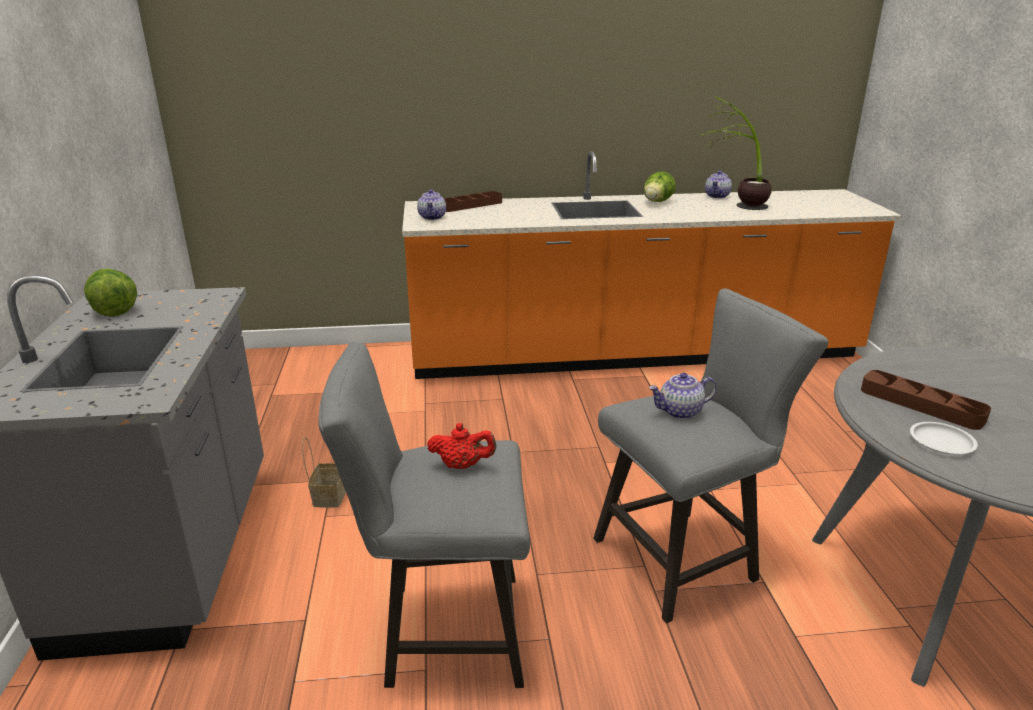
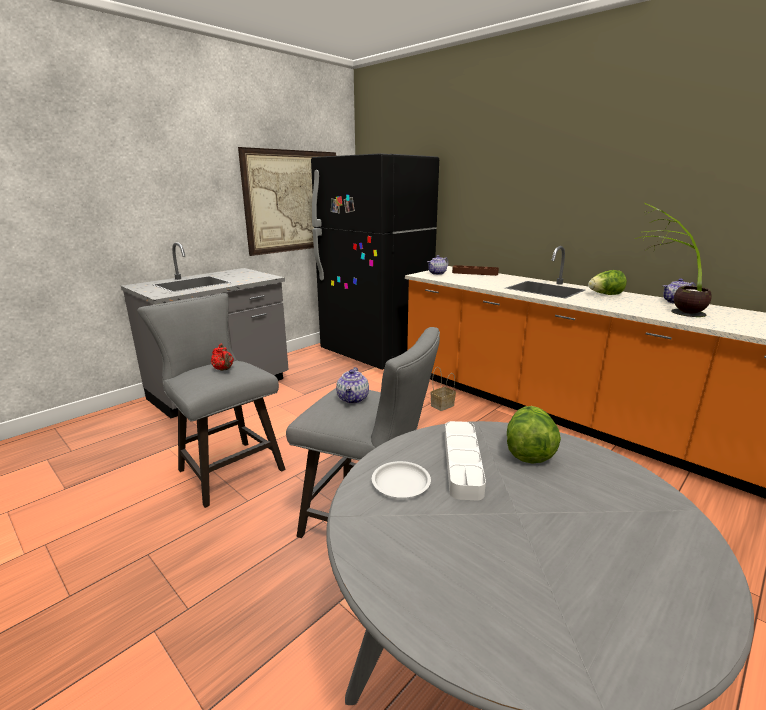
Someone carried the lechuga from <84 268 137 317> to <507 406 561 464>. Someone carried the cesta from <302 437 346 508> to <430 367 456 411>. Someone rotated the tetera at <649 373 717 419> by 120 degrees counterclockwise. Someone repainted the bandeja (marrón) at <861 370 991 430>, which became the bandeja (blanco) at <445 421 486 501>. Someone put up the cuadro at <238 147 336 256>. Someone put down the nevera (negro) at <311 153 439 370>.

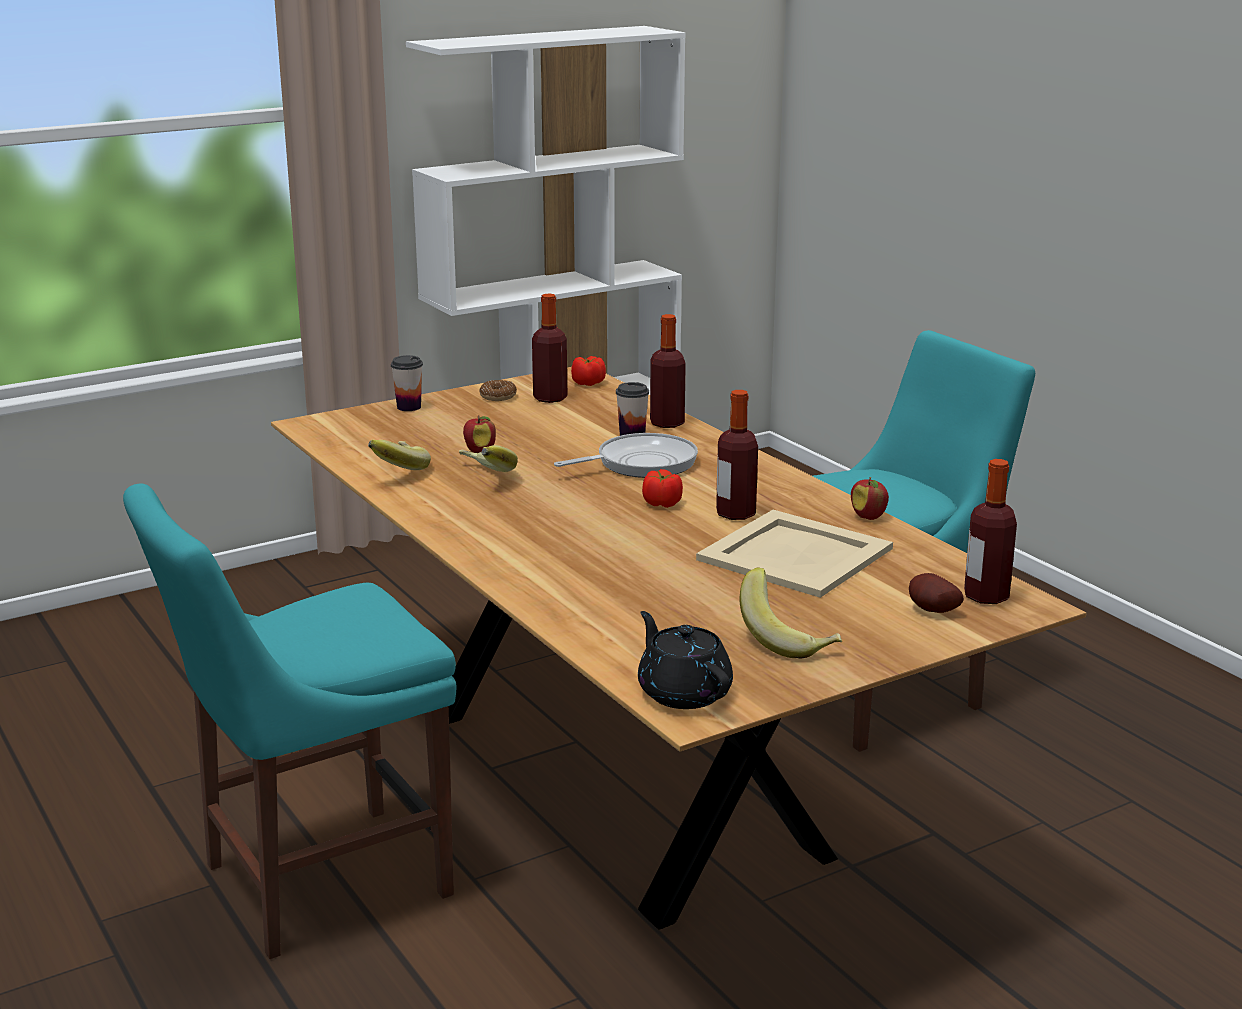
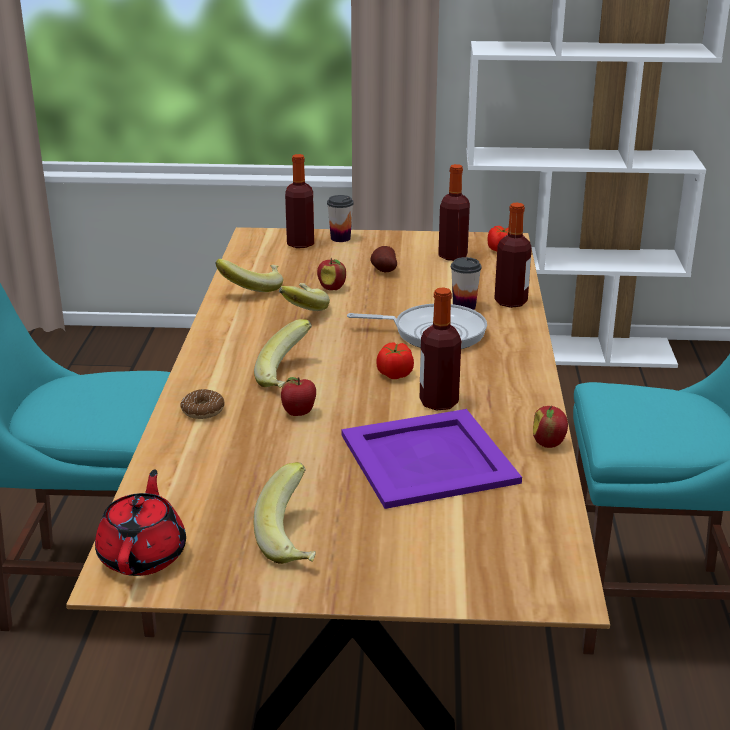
Someone carried the rosquilla from <479 380 517 401> to <180 389 225 419>. Someone repainted the tetera (negro) at <638 611 733 709>, which became the tetera (rojo) at <95 470 186 576>. Someone repainted the bandeja (beis) at <696 510 893 598>, which became the bandeja (morado) at <341 409 522 509>. Someone carried the patata from <909 573 964 613> to <370 246 397 272>. Someone carried the botella from <964 459 1017 604> to <285 154 314 248>. Someone put down the plátano at <254 319 312 388>. Someone put down the manzana at <281 377 316 416>.

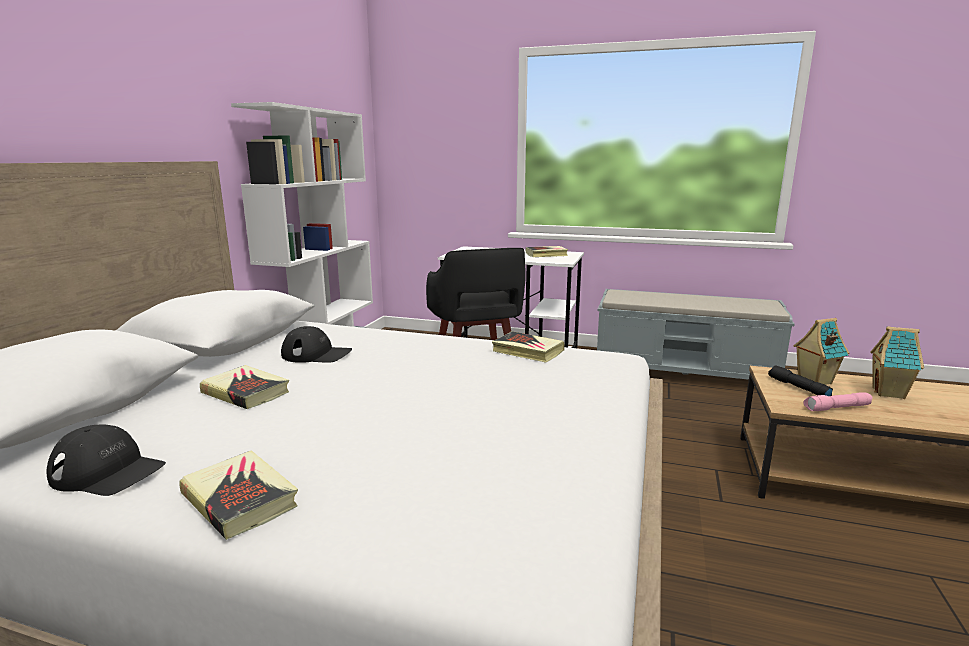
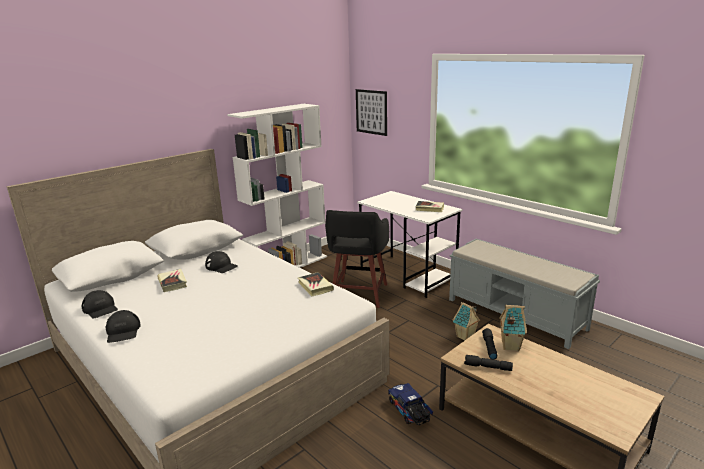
Someone swapped the libro at <179 450 298 540> for the gorra (negro) at <106 310 141 343>. Someone repainted the linterna (rosa) at <804 392 873 411>, which became the linterna (negro) at <464 355 513 371>. Someone carried the casita from <870 326 924 399> to <453 302 480 341>. Someone put up the cuadro at <356 89 387 136>. Someone put down the camión de juguete at <388 383 433 425>.

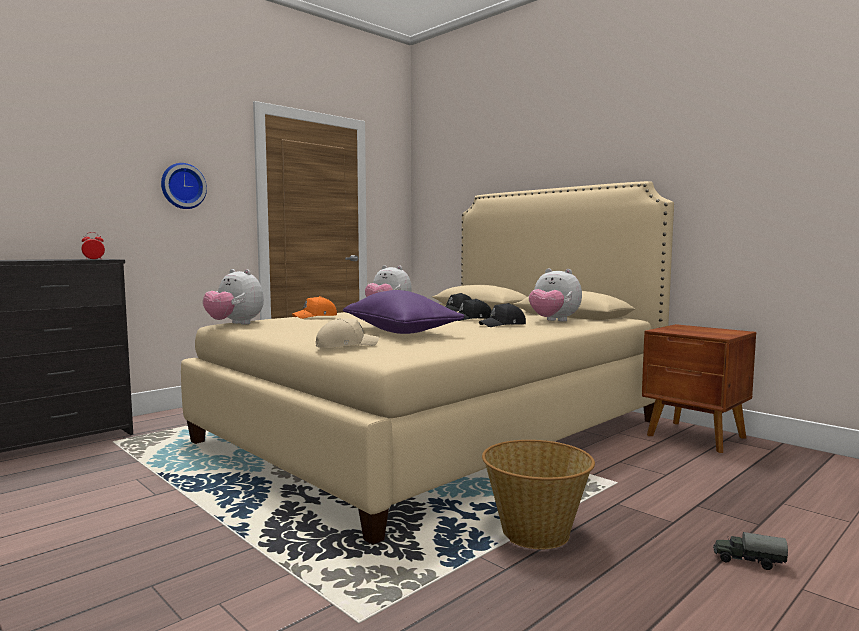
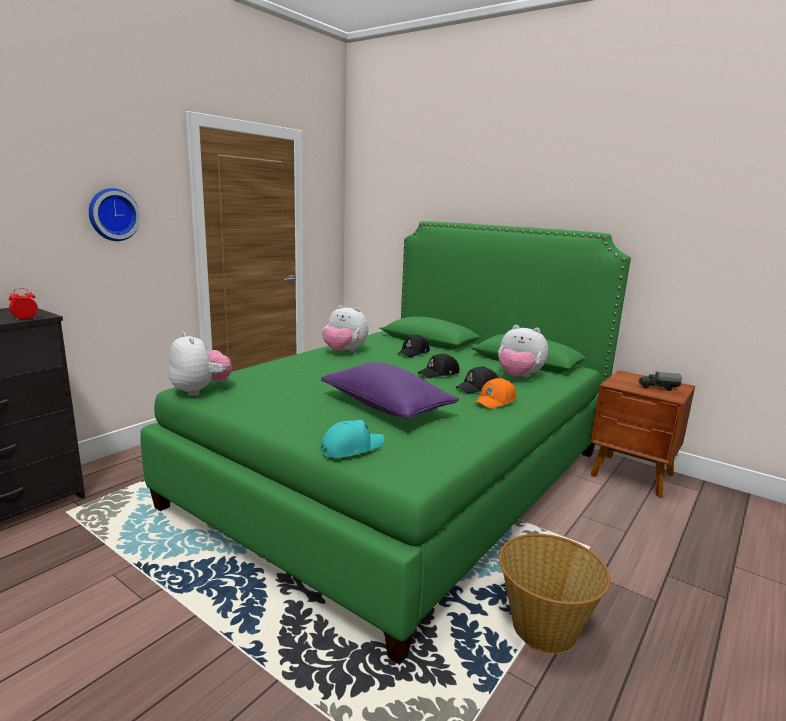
Someone repainted the cama (beis) at <181 181 674 545>, which became the cama (verde) at <140 221 631 665>. Someone rotated the peluche at <203 269 264 325> by 150 degrees counterclockwise. Someone carried the gorra (naranja) from <292 296 337 319> to <475 378 516 409>. Someone repainted the gorra (beis) at <316 318 379 348>, which became the gorra (turquesa) at <321 420 384 458>. Someone carried the camión de juguete from <713 532 788 570> to <638 372 682 391>.

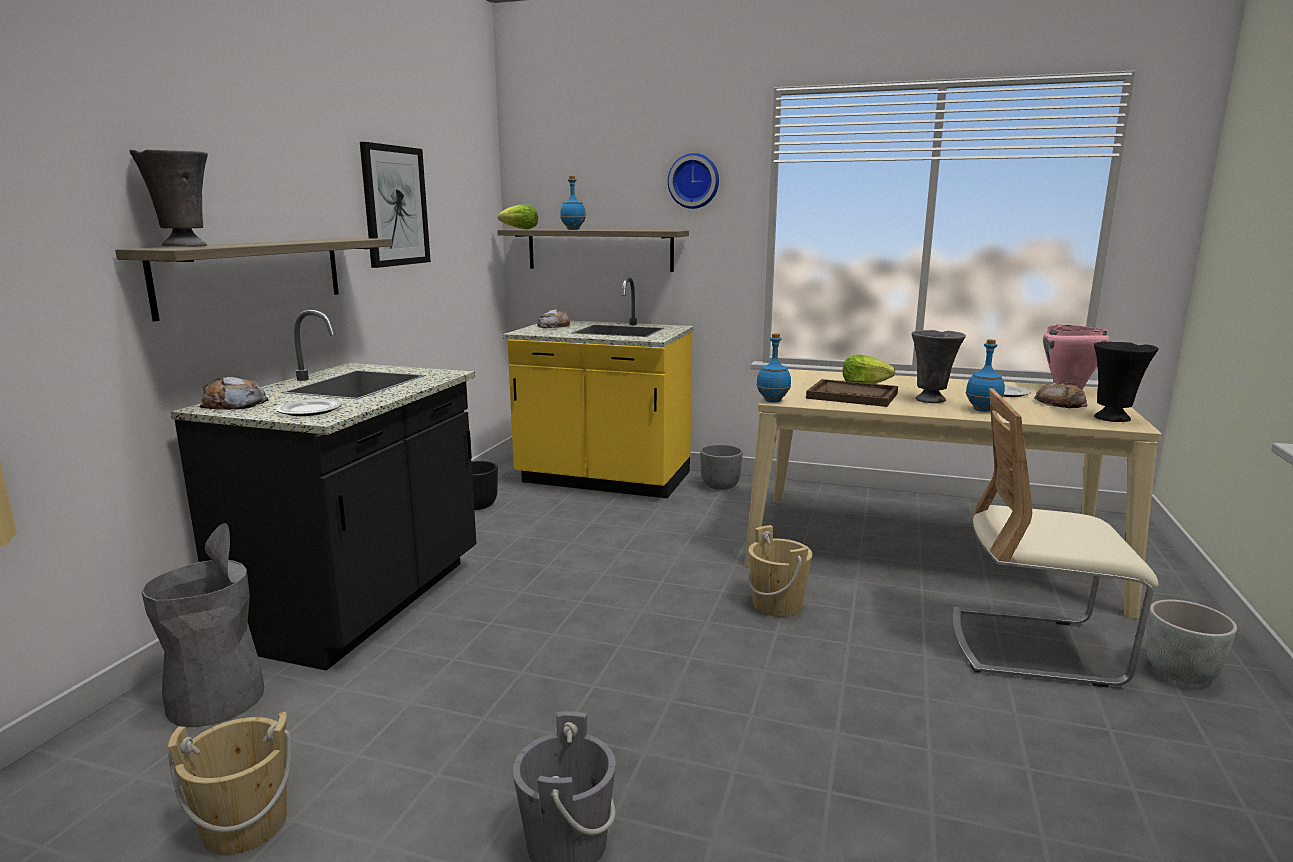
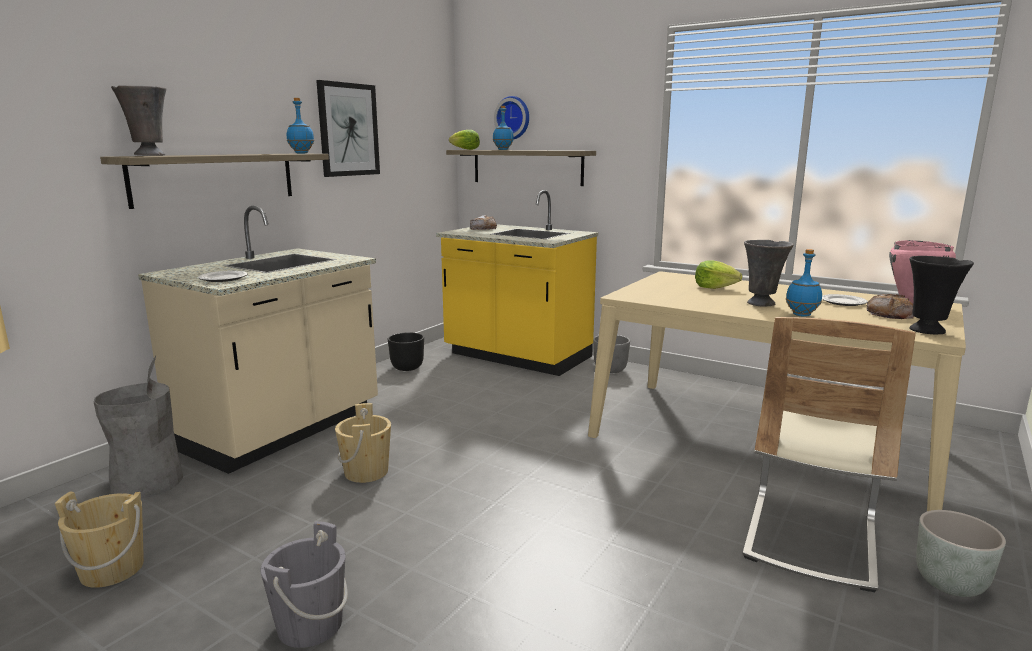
Someone repainted the mueble bajo de cocina (negro) at <171 310 477 671>, which became the mueble bajo de cocina (beis) at <138 206 378 474>. Someone took away the pan at <200 377 268 410>. Someone carried the reloj de pared from <668 153 719 209> to <494 96 529 139>. Someone carried the cubo (beis) from <748 525 812 617> to <335 403 391 483>. Someone carried the botella (azul) from <756 333 791 403> to <287 98 314 153>. Someone took away the bandeja (marrón) at <806 379 898 407>. Someone rotated the silla (beis) at <952 388 1159 687> by 90 degrees counterclockwise.

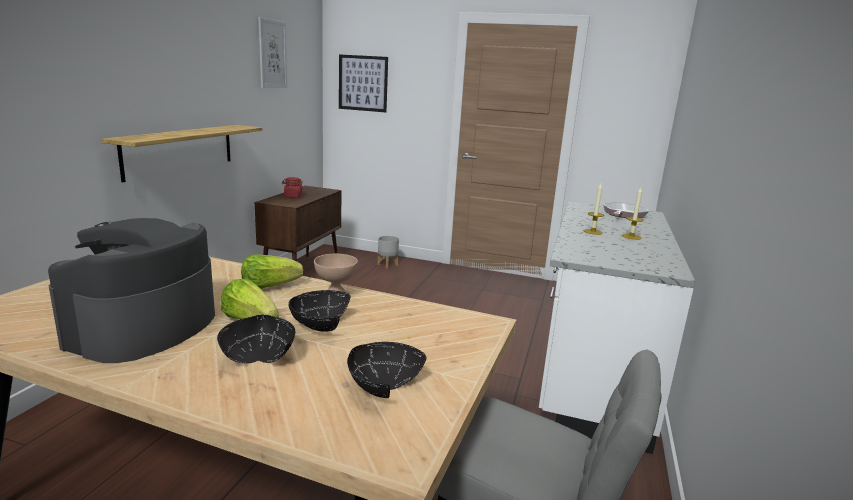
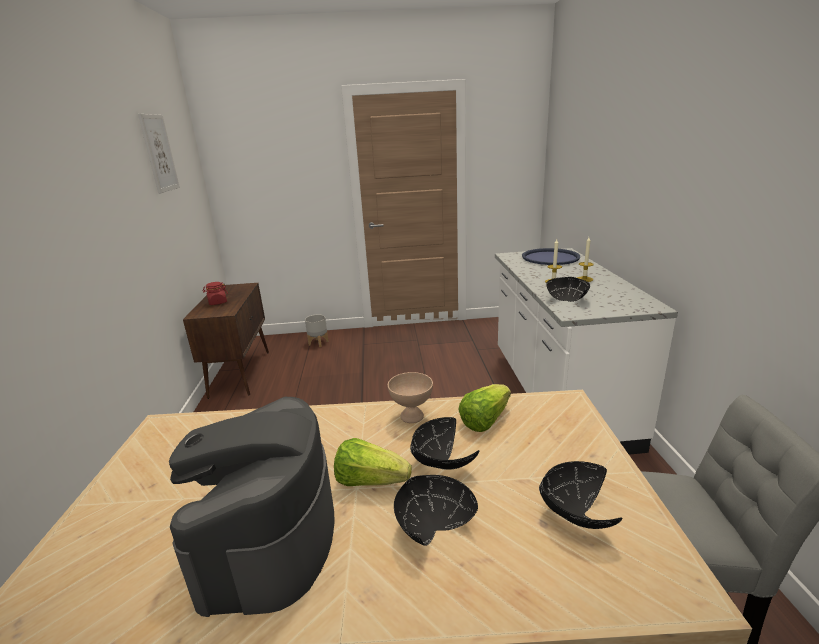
Someone took away the estante at <101 125 262 182>. Someone carried the lechuga from <241 254 303 289> to <458 384 511 432>. Someone took away the cuadro at <339 54 388 112>. Someone swapped the sartén at <603 202 649 218> for the bandeja (azul) at <522 248 580 265>. Someone put down the cuenco (negro) at <546 277 590 302>.

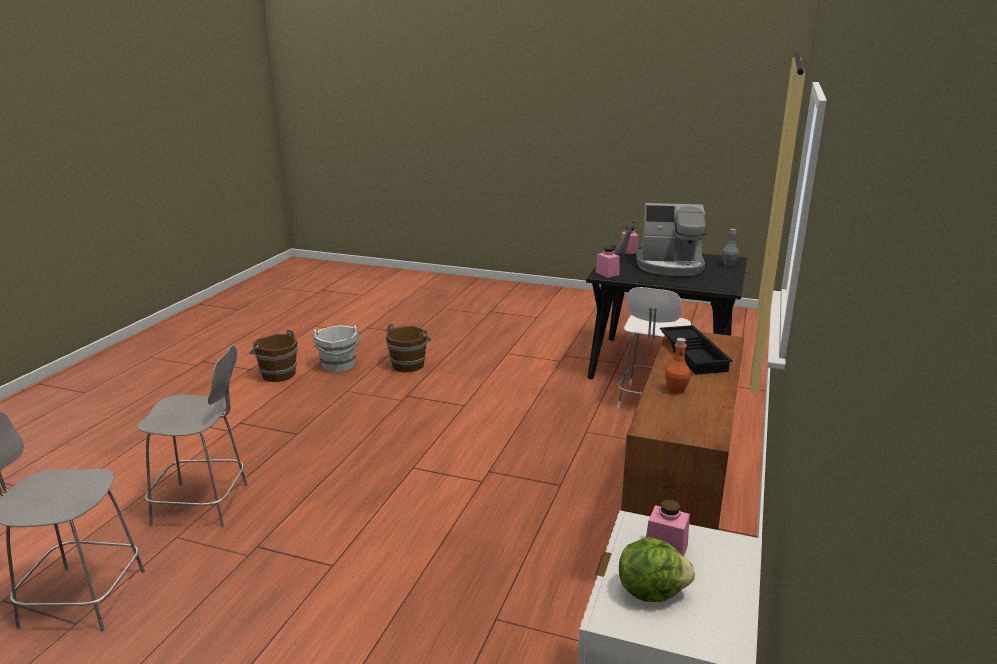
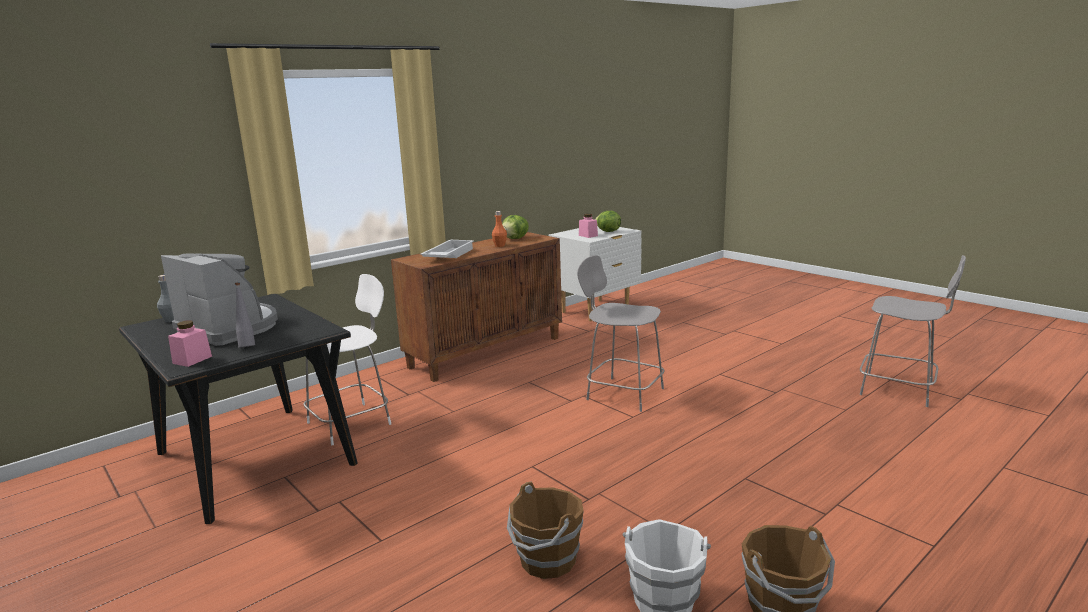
Someone carried the silla (gris) from <137 346 248 527> to <577 255 665 412>. Someone took away the tarro (rosa) at <595 247 620 278>. Someone repainted the bandeja (negro) at <660 325 733 375>, which became the bandeja (blanco) at <420 240 474 258>. Someone put down the lechuga at <502 215 529 239>.

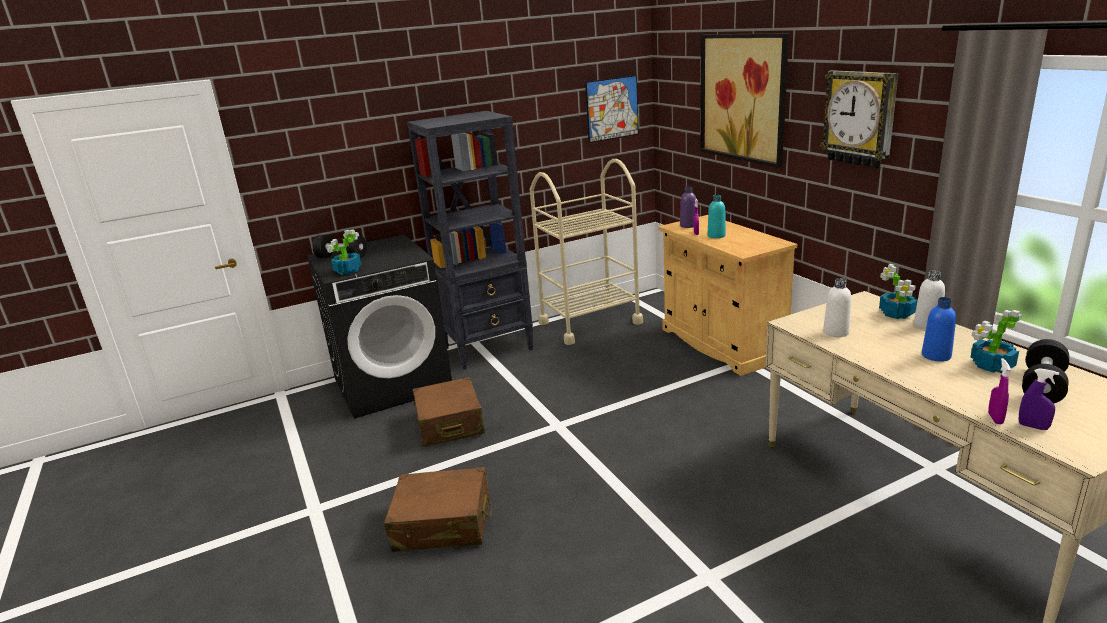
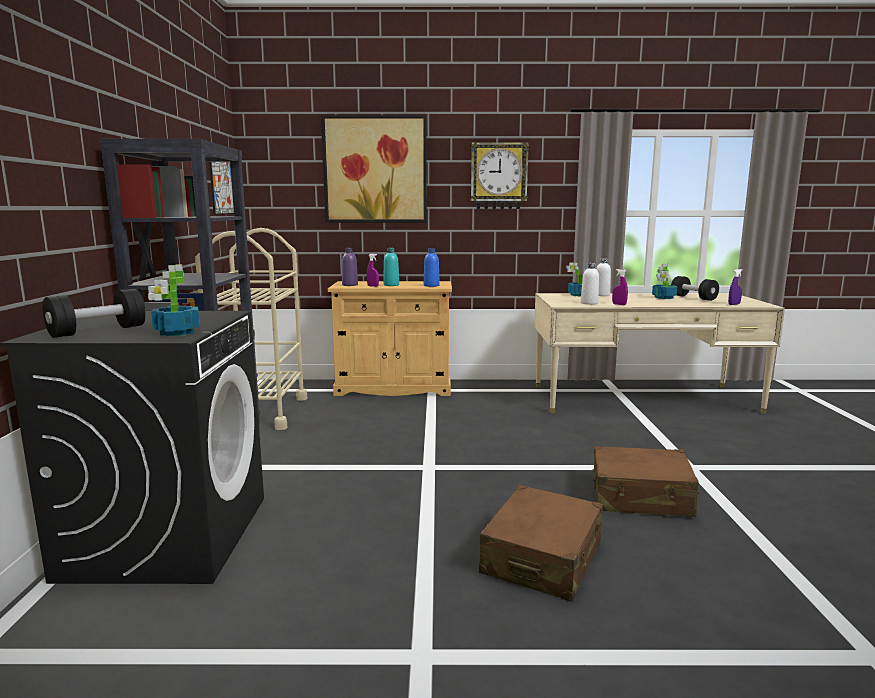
Someone carried the maleta (marrón) from <413 377 485 447> to <593 446 700 517>. Someone carried the botella (azul) from <922 297 956 362> to <424 248 440 287>. Someone carried the pulverizador (morado) from <988 358 1011 424> to <612 269 628 305>.

